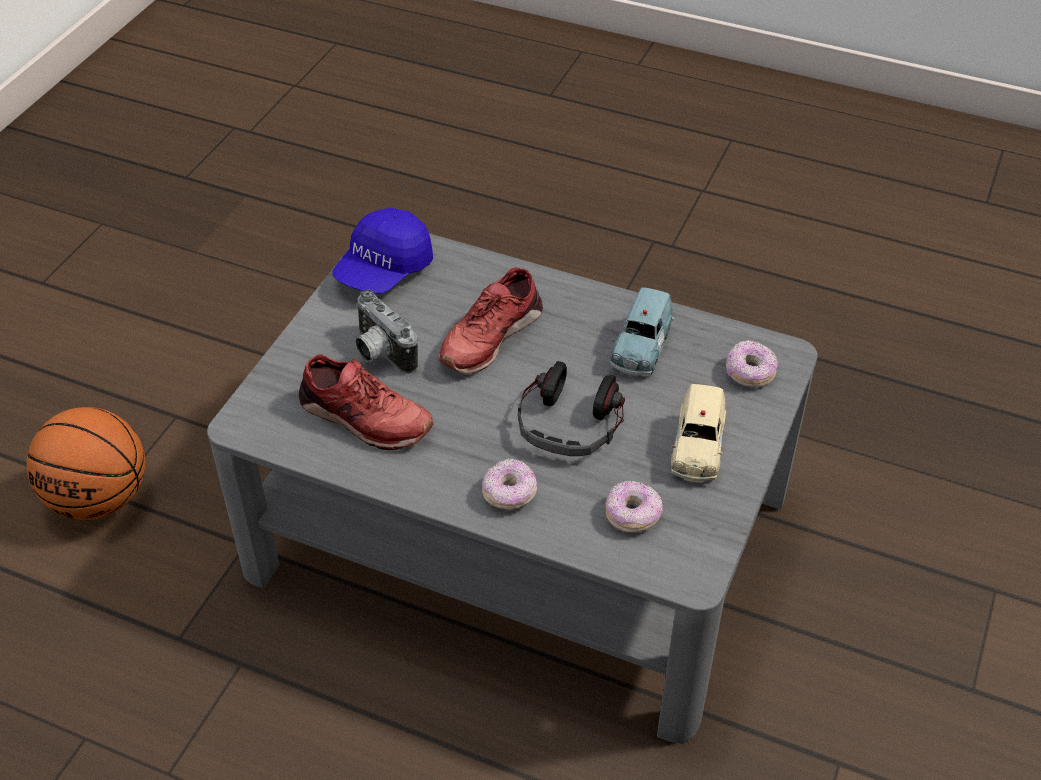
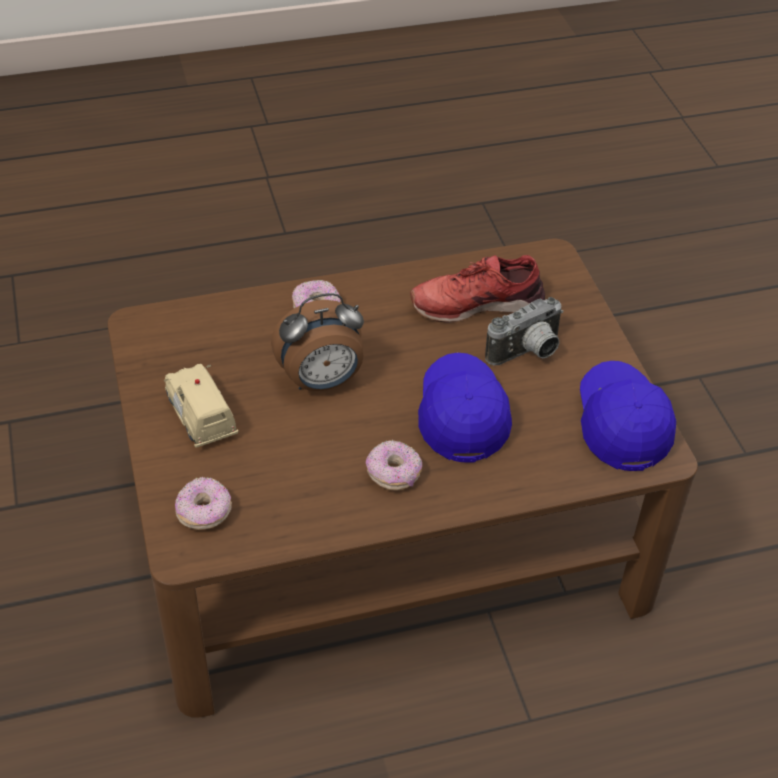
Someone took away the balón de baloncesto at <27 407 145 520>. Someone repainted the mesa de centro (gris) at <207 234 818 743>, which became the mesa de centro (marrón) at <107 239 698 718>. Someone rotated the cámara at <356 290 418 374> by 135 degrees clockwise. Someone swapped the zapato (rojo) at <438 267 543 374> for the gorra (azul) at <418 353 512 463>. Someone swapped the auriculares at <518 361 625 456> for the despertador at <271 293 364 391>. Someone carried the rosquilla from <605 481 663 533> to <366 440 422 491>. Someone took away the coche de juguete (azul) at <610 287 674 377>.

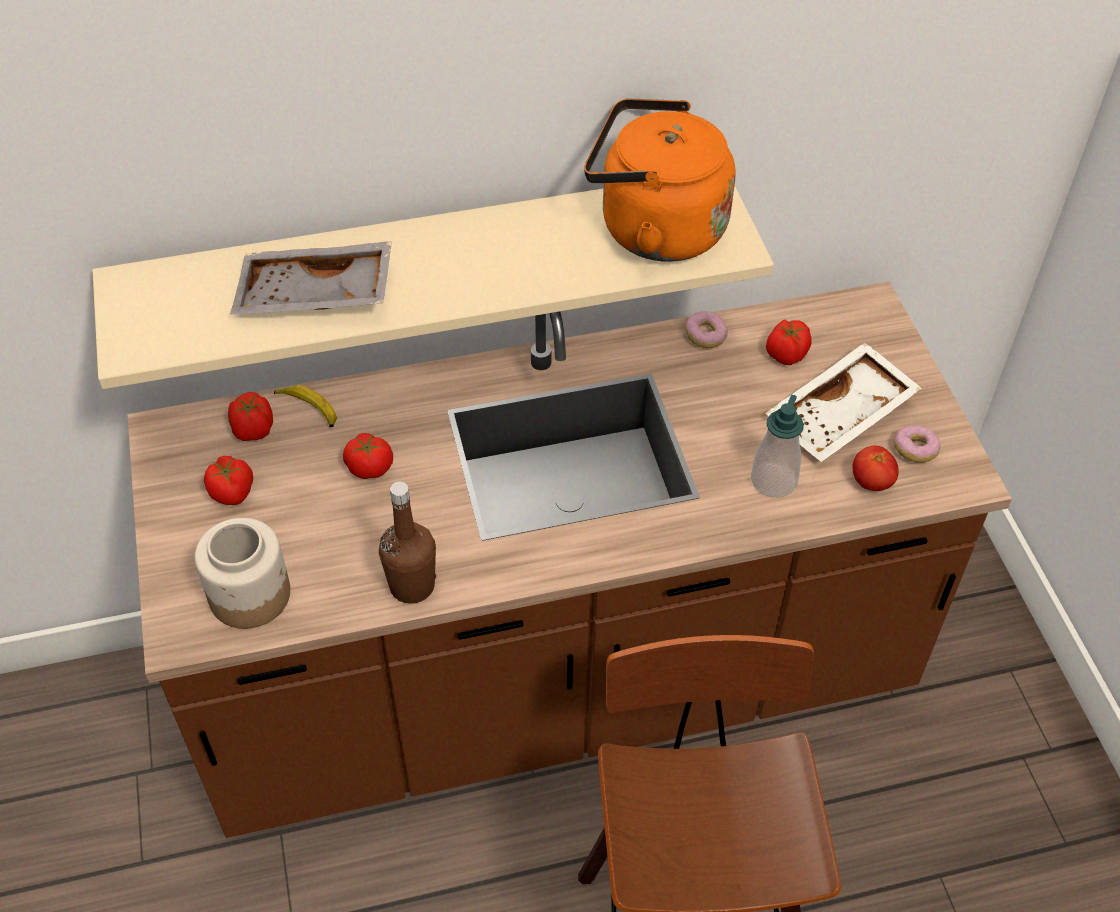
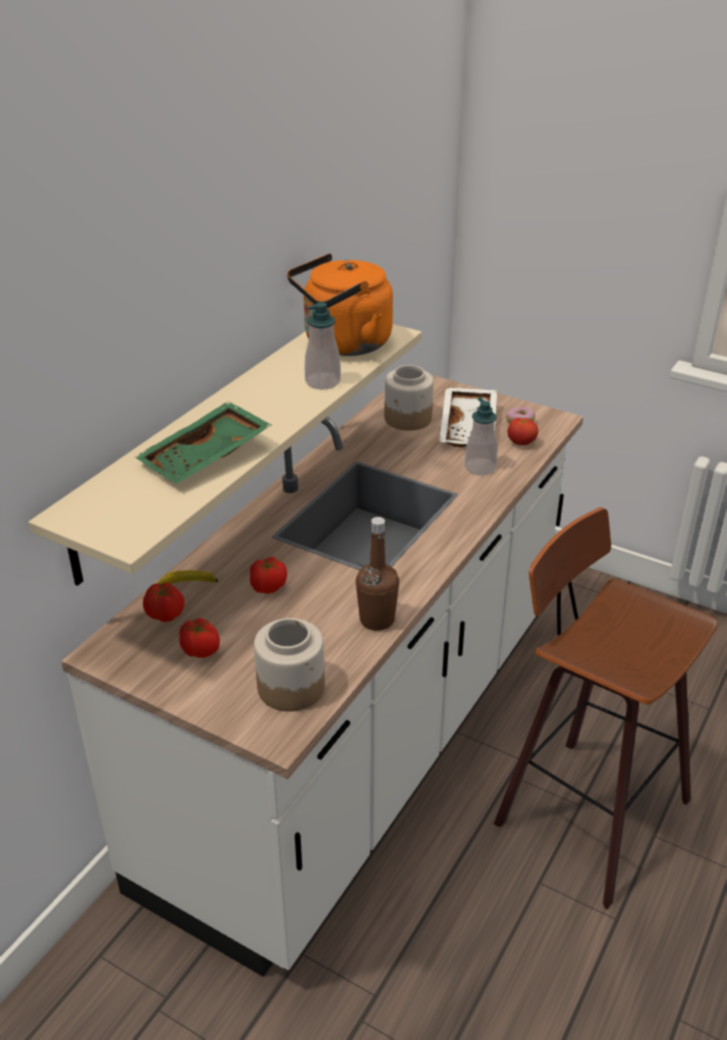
Someone repainted the mueble bajo de cocina (marrón) at <127 282 1012 838>, which became the mueble bajo de cocina (blanco) at <61 375 583 977>. Someone repainted the bandeja (gris) at <230 241 392 314>, which became the bandeja (verde) at <135 401 271 484>. Someone took away the rosquilla at <685 311 728 348>. Someone swapped the tomate at <766 320 812 365> for the tarro at <384 365 434 431>. Someone put down the dispensador de jabón at <305 302 341 390>.

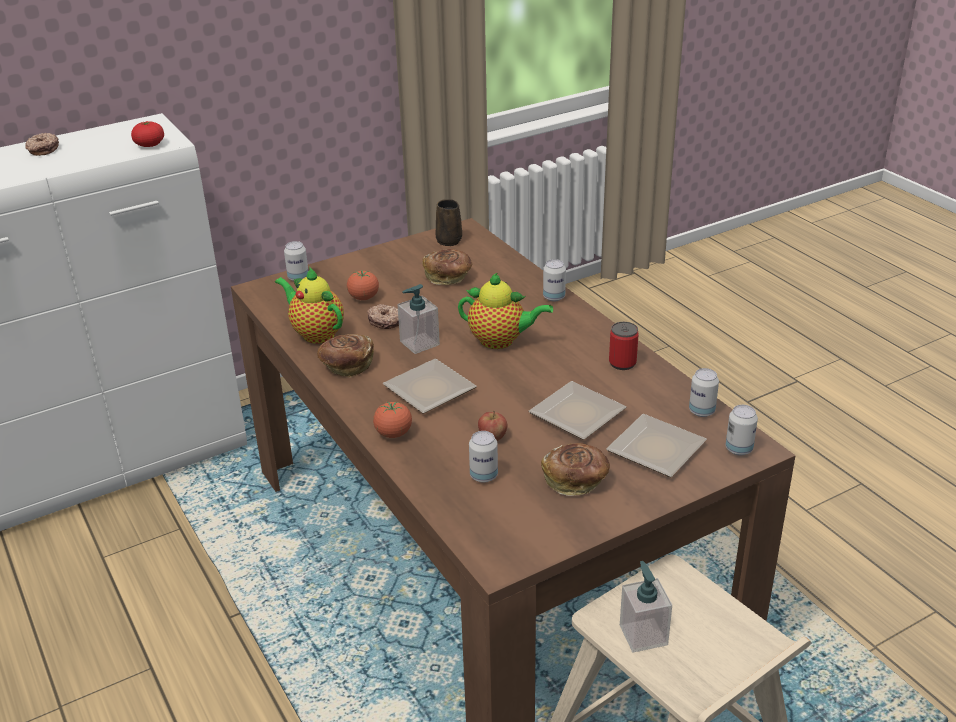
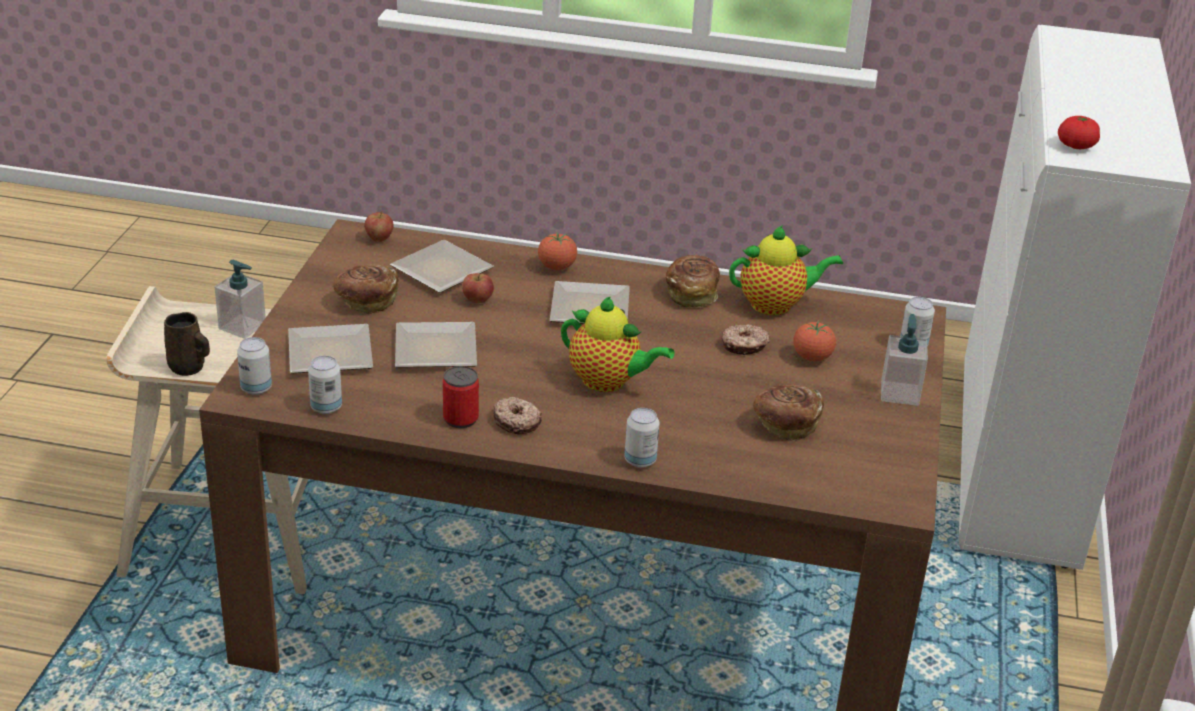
Someone carried the rosquilla from <25 133 59 156> to <493 397 542 434>. Someone carried the dispensador de jabón from <397 284 440 354> to <881 314 928 406>. Someone carried the taza grande (marrón) from <436 199 462 246> to <164 312 210 376>. Someone rotated the tetera at <458 272 553 349> by 120 degrees counterclockwise. Someone swapped the lata at <469 431 498 483> for the plato at <390 240 494 293>. Someone put down the manzana at <364 211 394 242>.

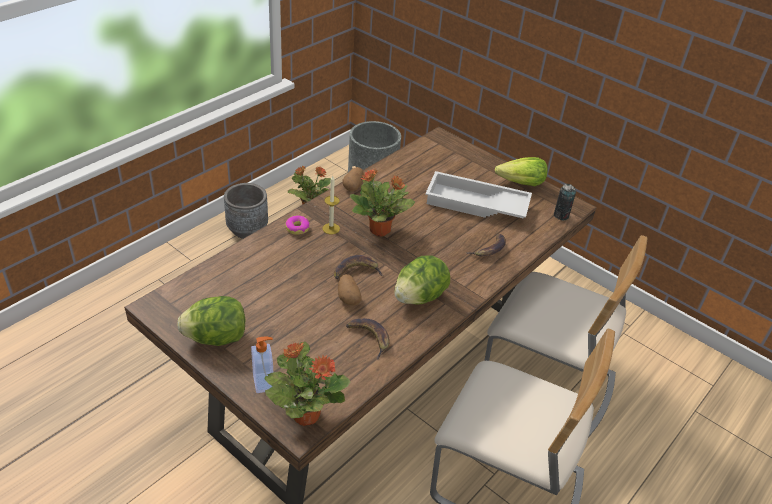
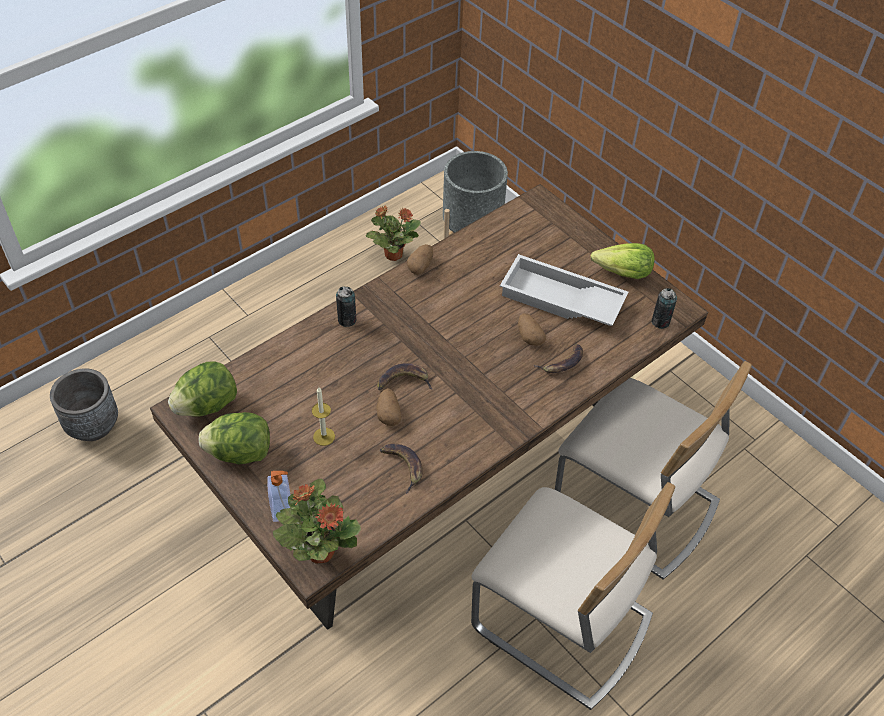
Someone carried the maceta (gris) from <224 183 268 239> to <50 368 118 441>. Someone swapped the rosquilla at <285 215 310 235> for the lata at <336 286 357 327>. Someone carried the vela from <323 175 340 234> to <312 387 335 446>. Someone took away the planta en maceta at <350 169 415 236>. Someone carried the lechuga from <394 255 450 304> to <168 361 237 417>. Someone put down the patata at <518 313 546 346>.

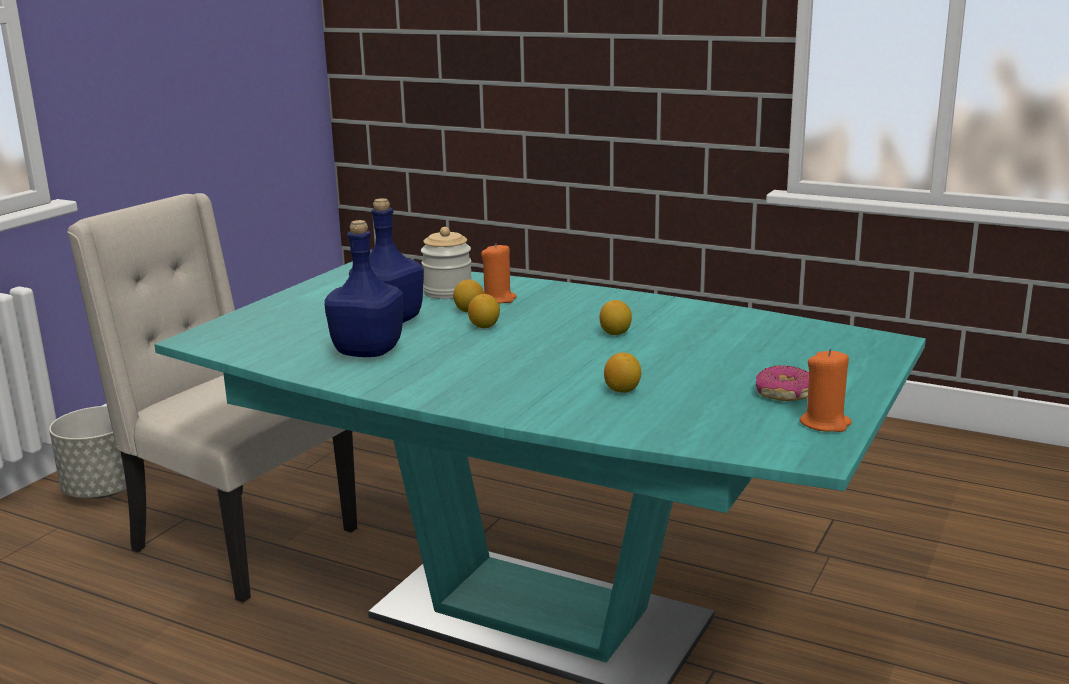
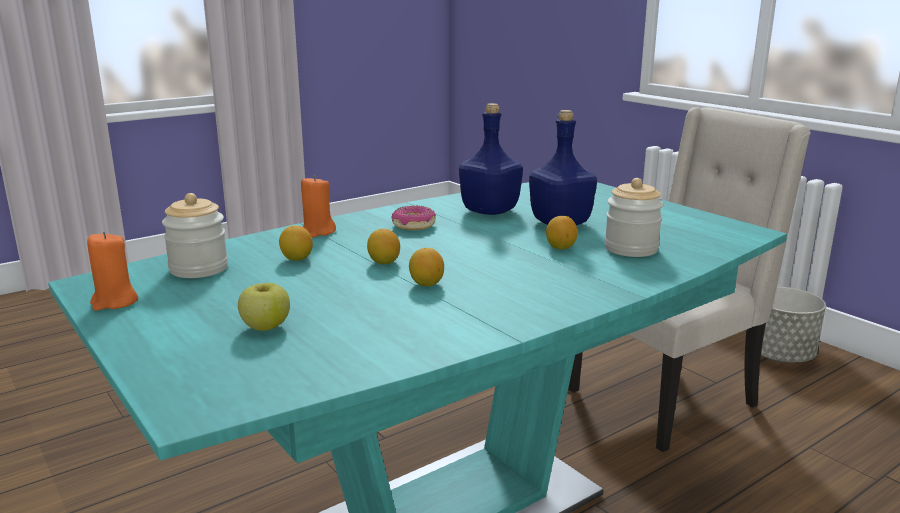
Someone carried the limón from <468 294 500 328> to <367 229 400 264>. Someone carried the vela (naranja) from <481 243 517 304> to <301 175 336 238>. Someone carried the rosquilla from <756 365 809 401> to <391 205 436 230>. Someone put down the tarro at <162 193 228 278>. Someone put down the manzana at <238 283 290 331>.

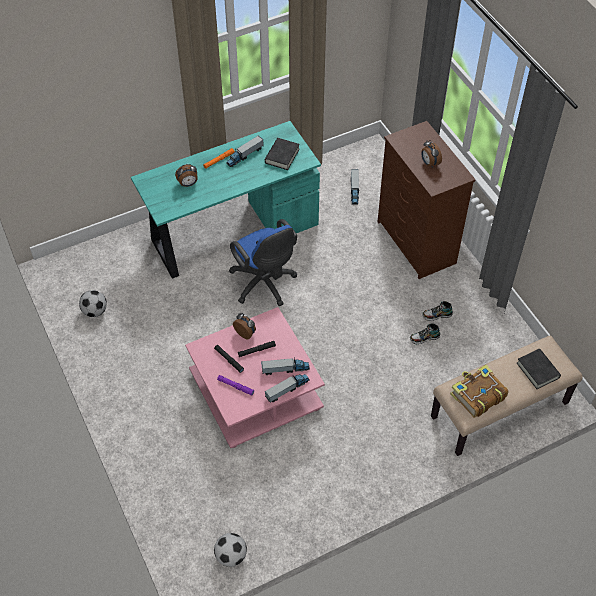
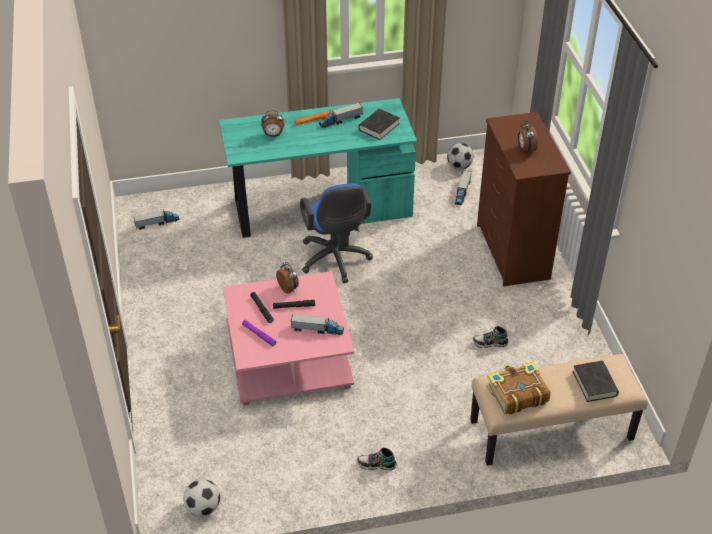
Someone carried the balón de fútbol from <79 290 107 317> to <447 143 473 170>. Someone carried the camión de juguete from <265 374 310 402> to <133 209 179 230>. Someone carried the zapato from <422 301 453 321> to <357 448 397 470>.

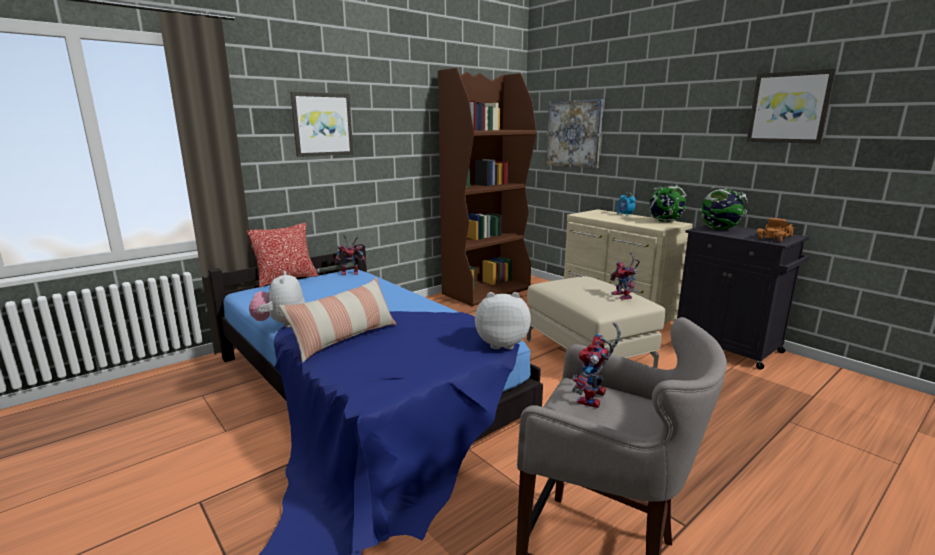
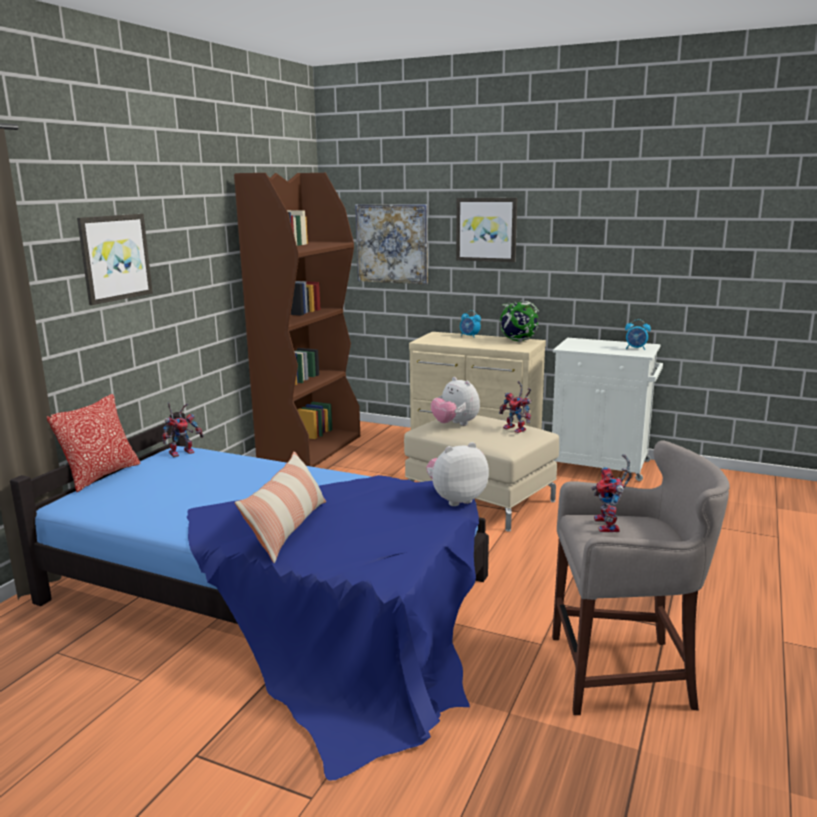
Someone carried the peluche from <249 271 305 327> to <431 377 480 426>. Someone repainted the armario (negro) at <677 225 810 369>, which became the armario (blanco) at <552 338 663 481>. Someone took away the globo terráqueo at <700 186 748 230>. Someone carried the cuadro from <747 68 836 144> to <456 198 517 262>. Someone swapped the camión de juguete at <756 218 794 242> for the despertador at <625 319 651 350>.

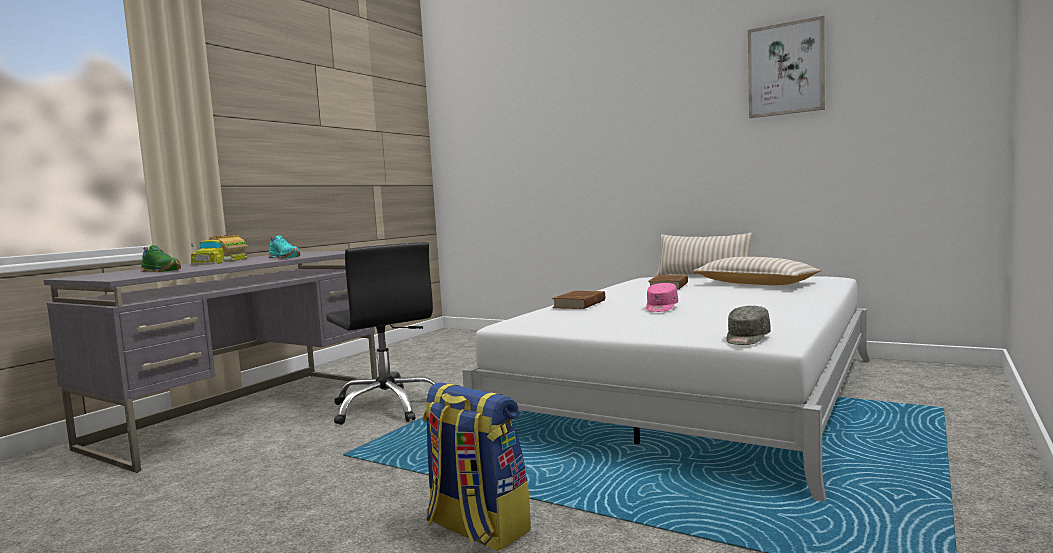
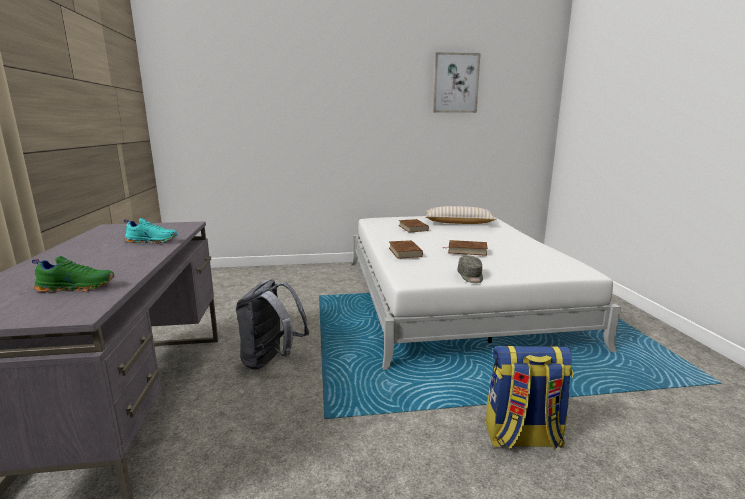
Someone took away the camión de juguete at <191 235 248 265>. Someone swapped the silla de oficina (negro) at <326 242 436 425> for the mochila (gris) at <236 279 310 370>. Someone swapped the gorra (rosa) at <646 283 678 312> for the libro (marrón) at <447 240 488 256>. Someone took away the cojín (beis) at <656 233 753 276>. Someone carried the gorra (gris) from <726 306 771 345> to <457 256 483 283>.

